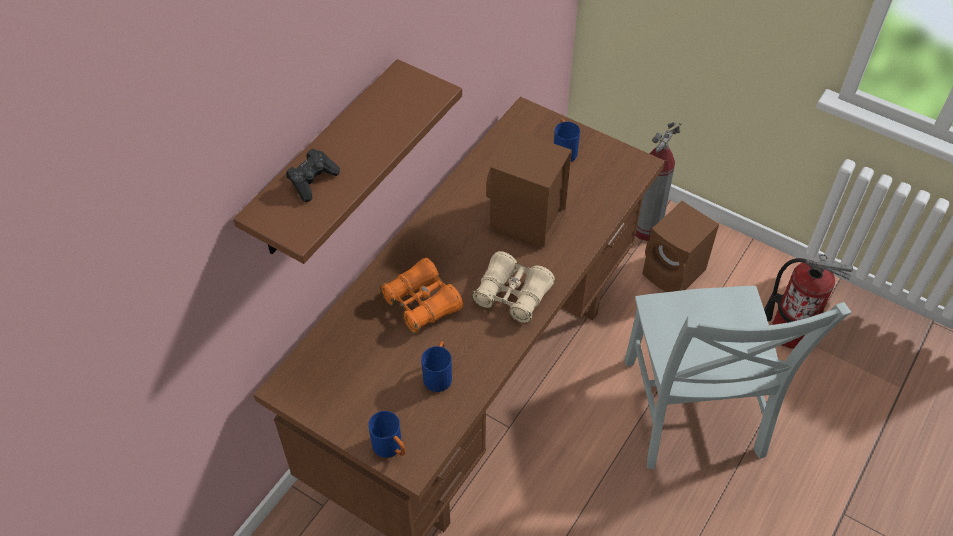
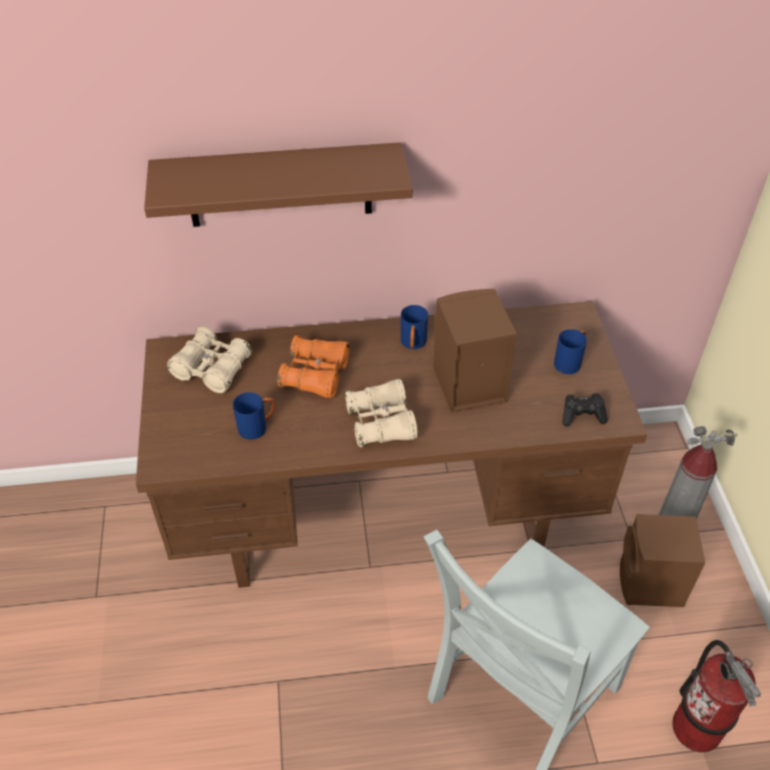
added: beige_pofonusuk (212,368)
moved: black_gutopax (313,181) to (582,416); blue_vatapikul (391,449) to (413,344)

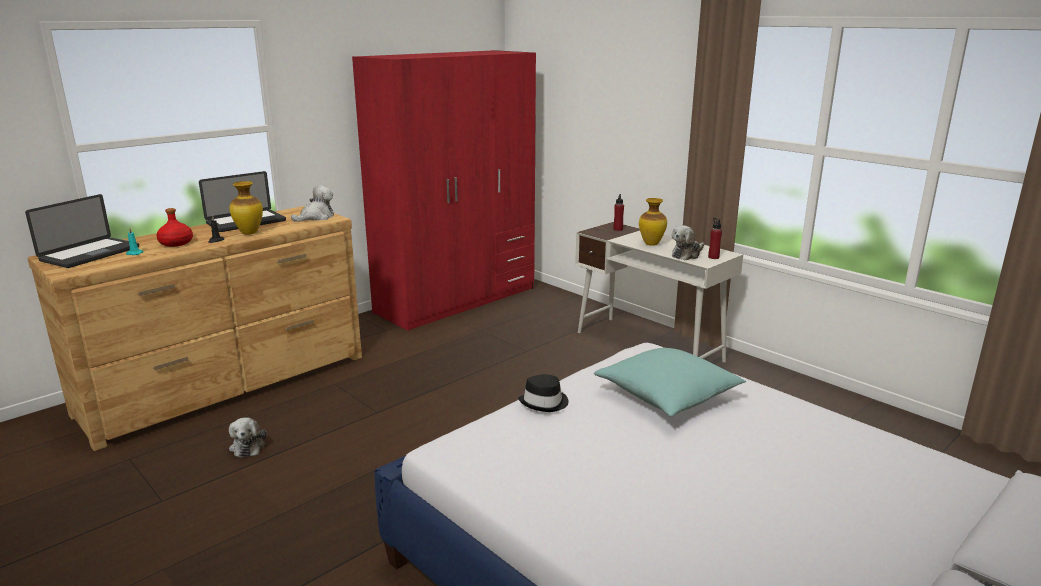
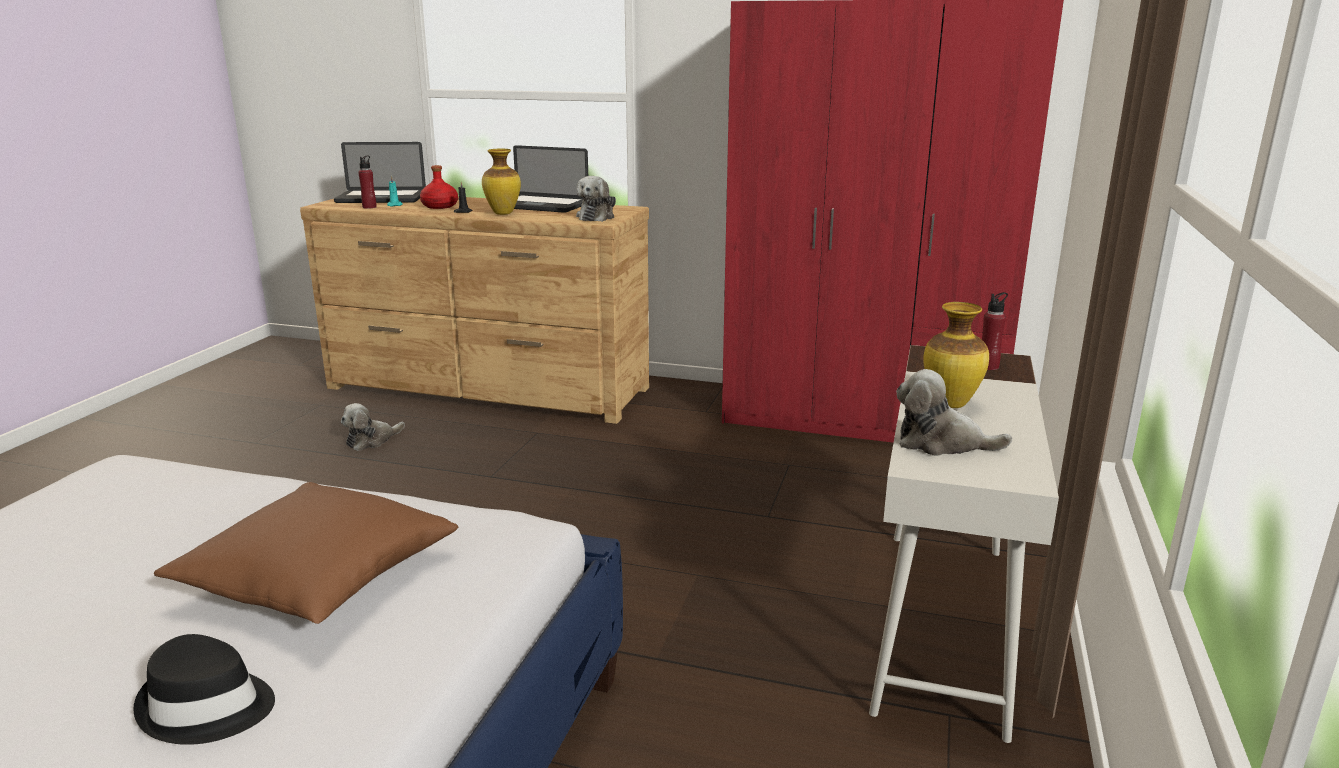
moved: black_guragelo (544,402) to (206,708); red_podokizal (713,257) to (369,207)
recoloured: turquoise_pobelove (667,396) to brown_pobelove (318,579)
turned: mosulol (316,217) = (596,217) 90 degrees clockwise

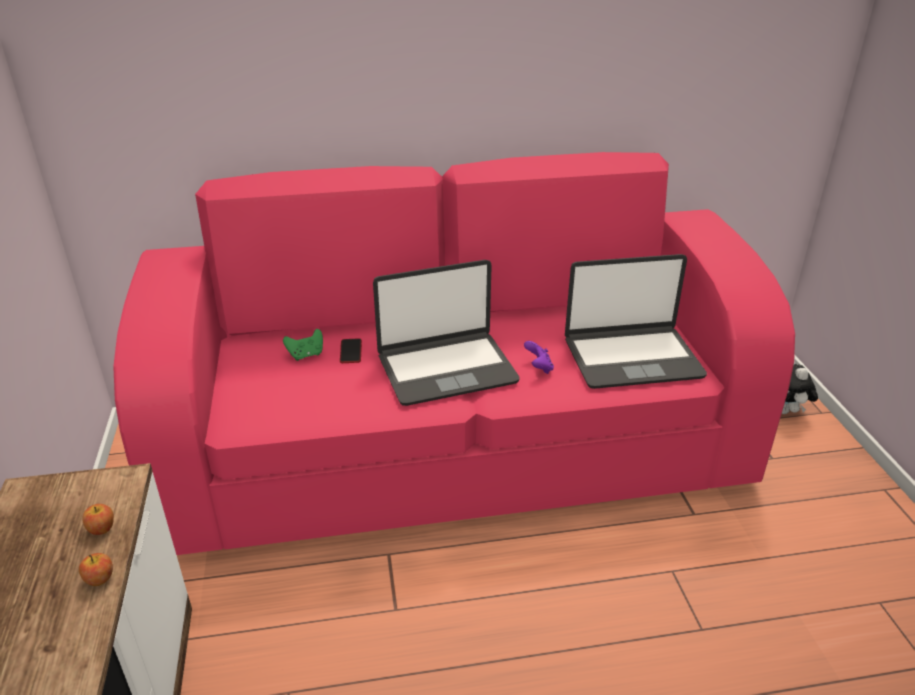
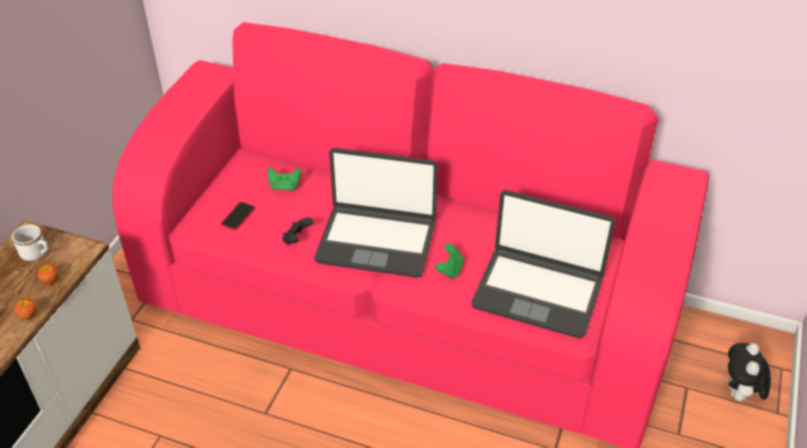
added: white_vatapikul (37,254); black_gutopax (297,239)
moved: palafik (350,351) to (238,216)
recoloured: purple_gutopax (538,368) to green_gutopax (450,270)

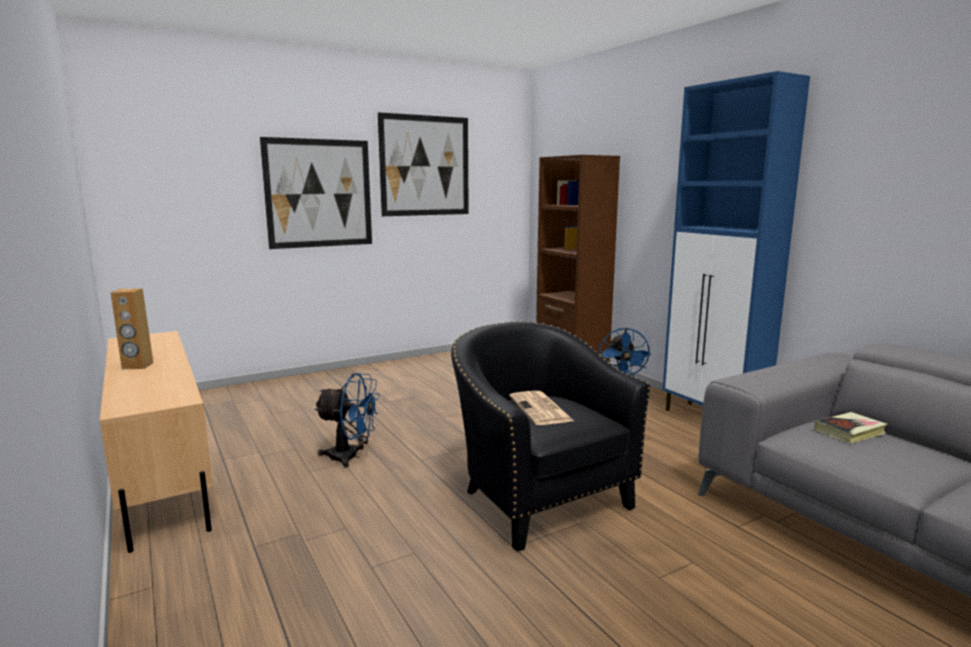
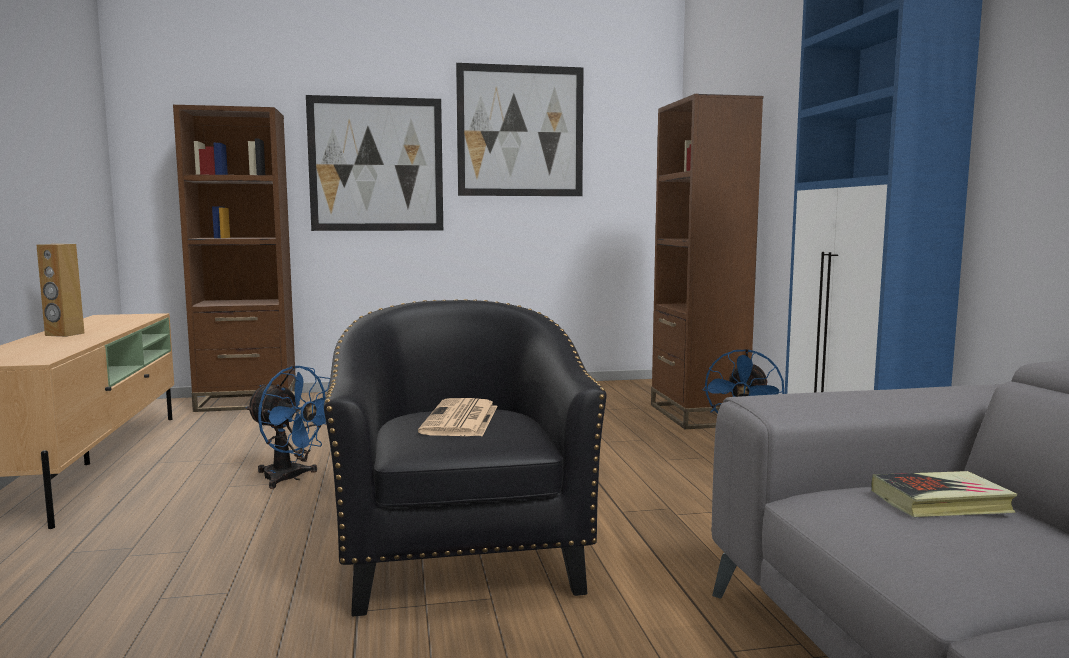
added: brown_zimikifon (247,402)

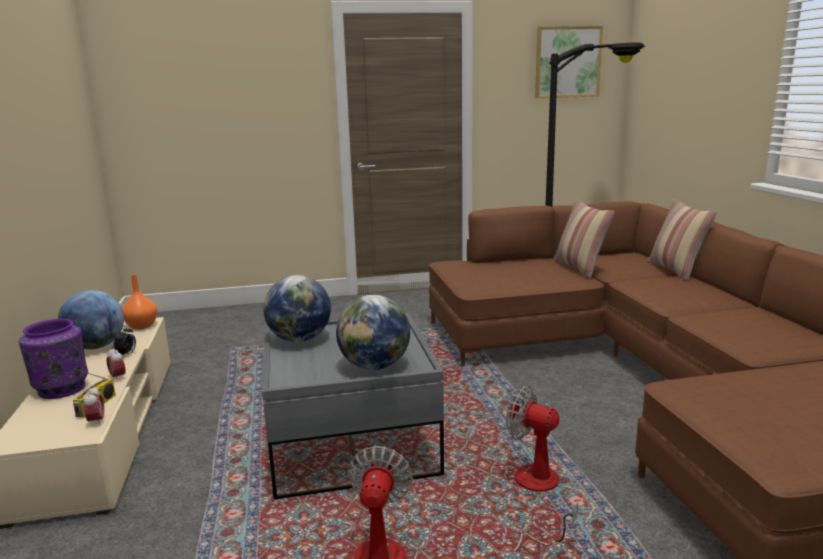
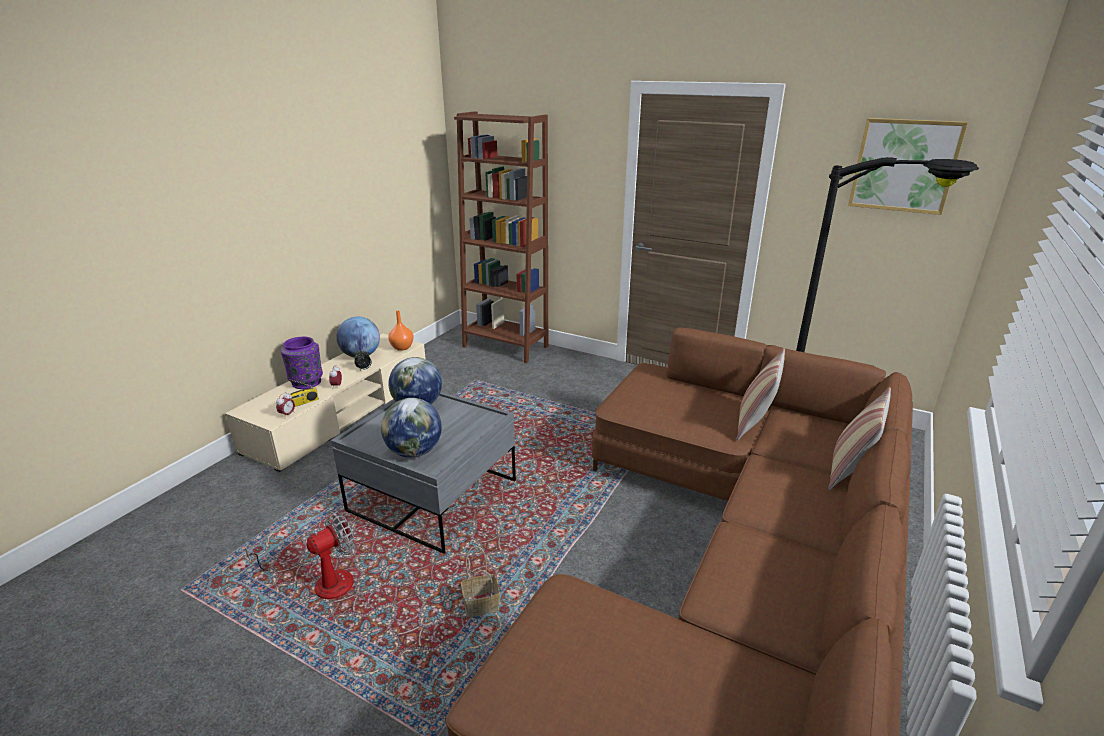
added: brown_zimikifon (505,346)
replaced: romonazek (541,490) to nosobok (480,606)

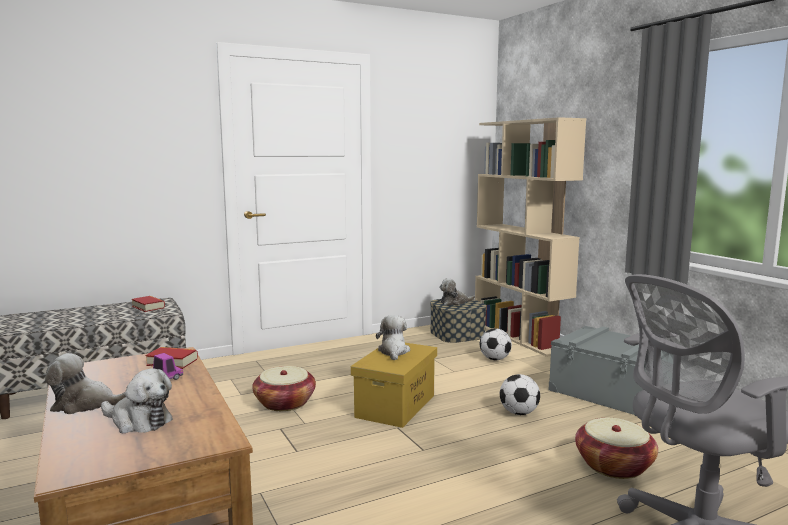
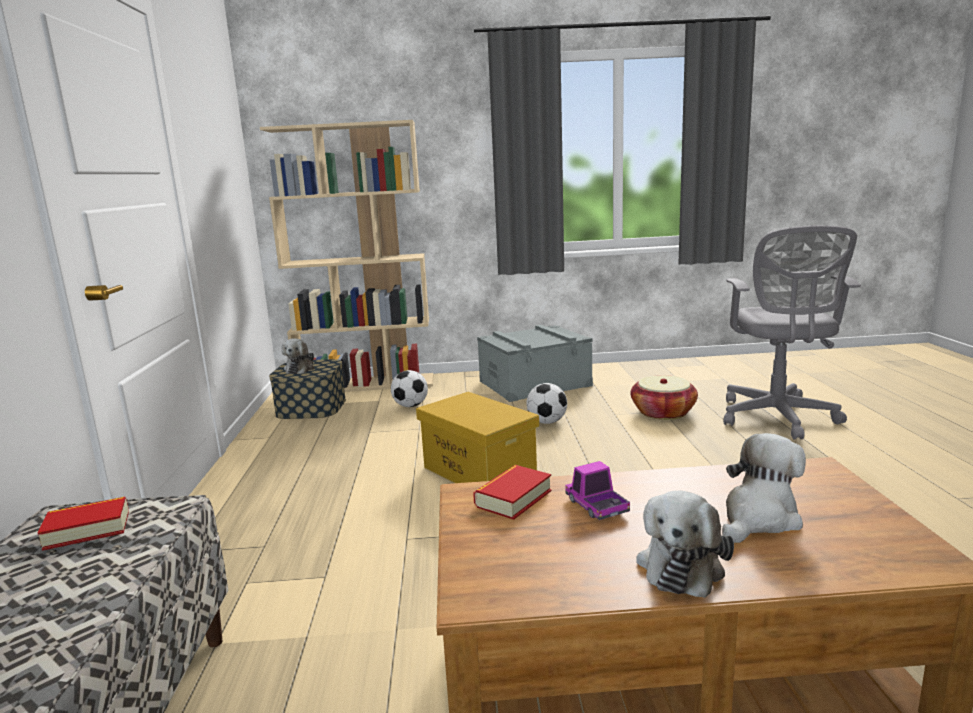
removed: nosobok (285,403); mosulol (393,351)

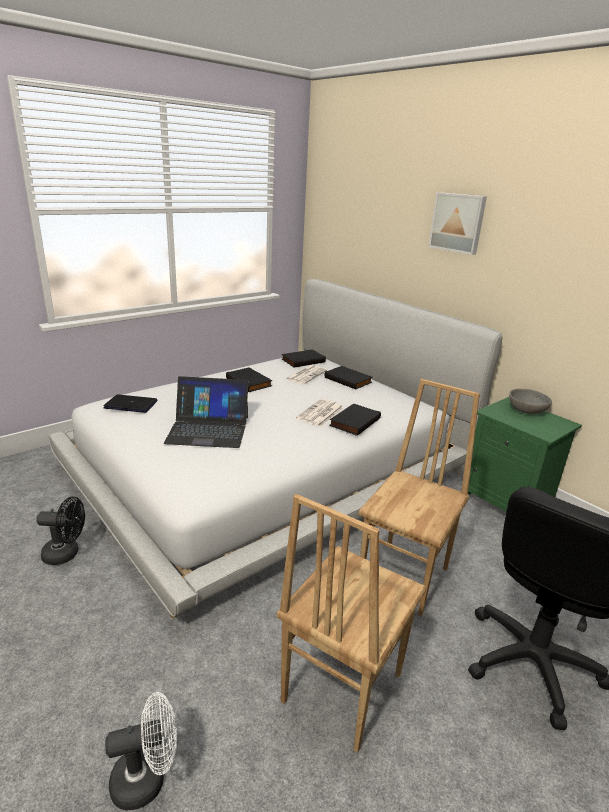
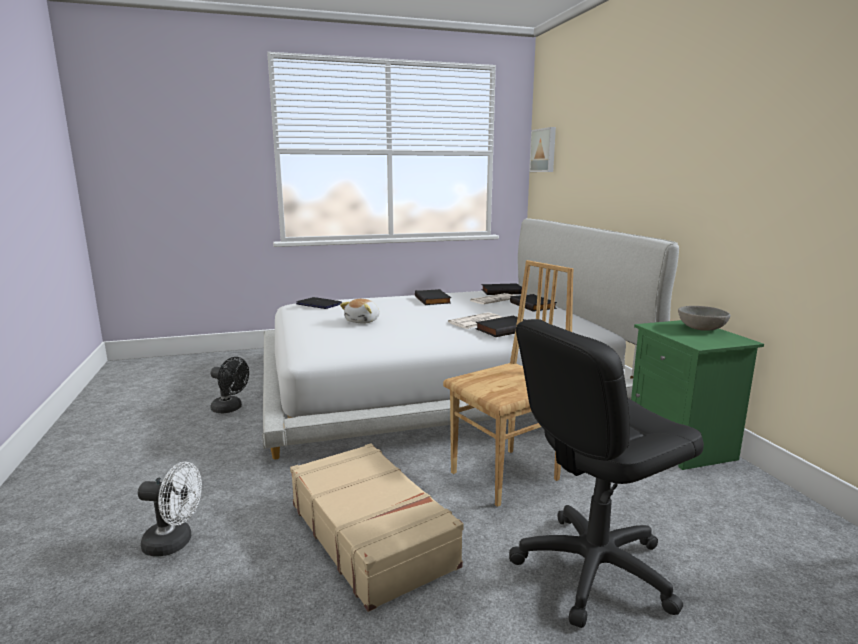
moved: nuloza (458,223) to (544,150)
replaced: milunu (208,429) to mosulol (363,321); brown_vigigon (340,687) to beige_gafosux (371,533)

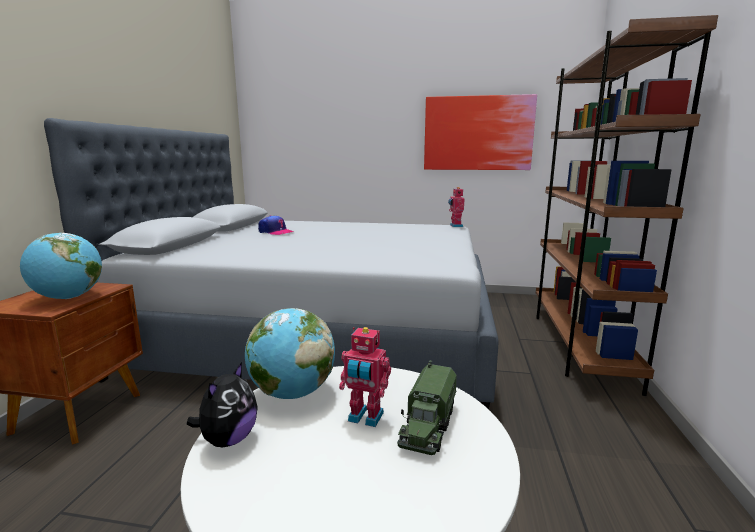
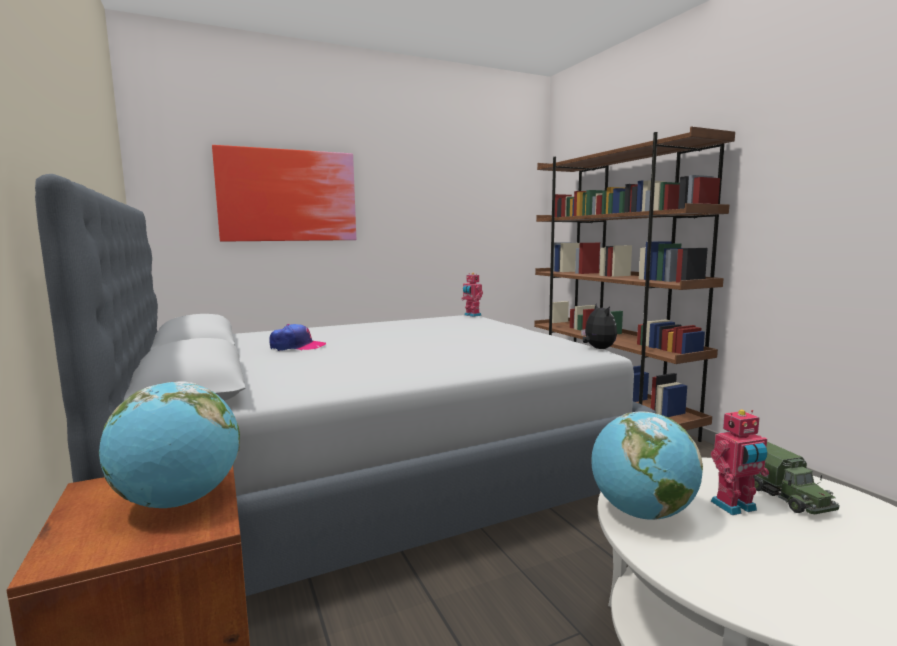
moved: mosulol (228,439) to (597,349); nuloza (478,133) to (288,196)

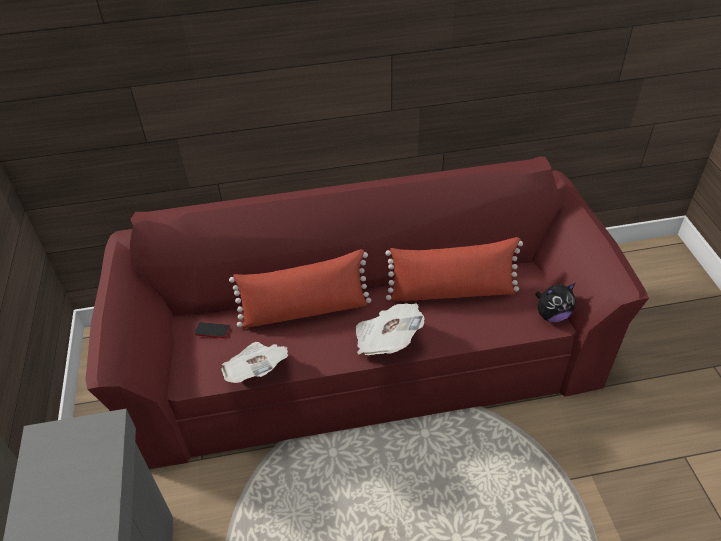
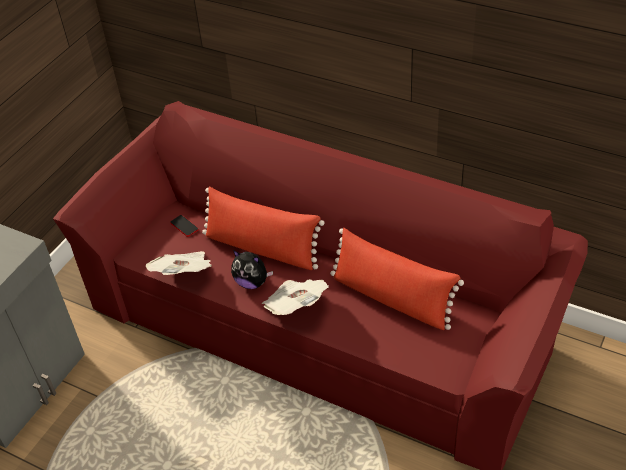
moved: mosulol (552,315) to (252,282)

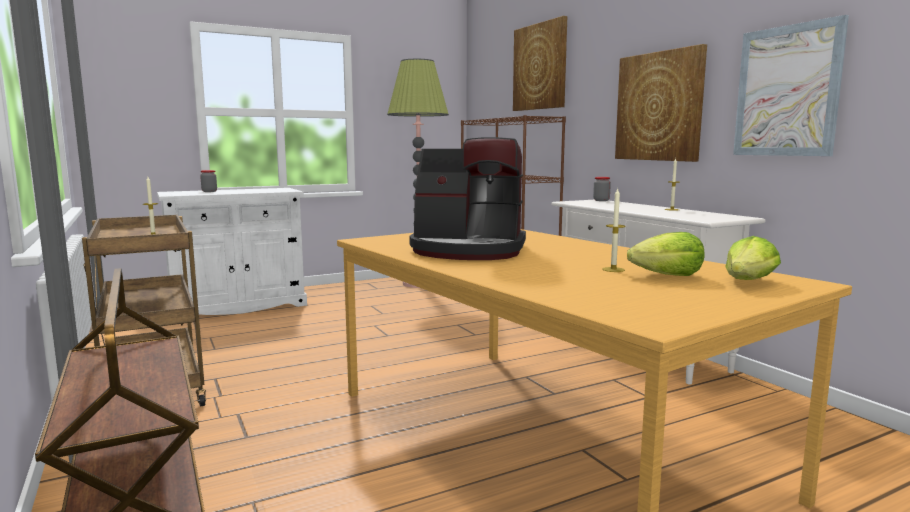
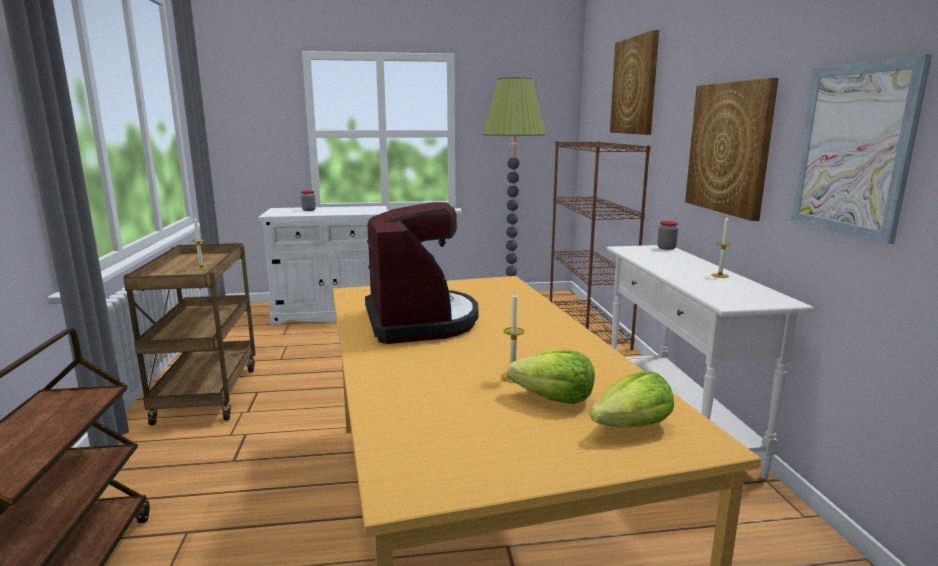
turned: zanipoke (468,250) = (420,321) 135 degrees counterclockwise

